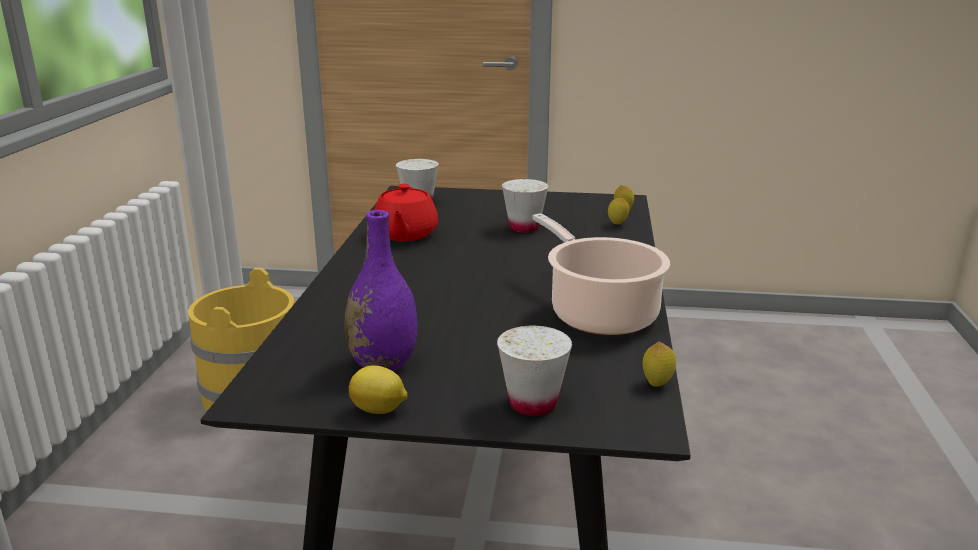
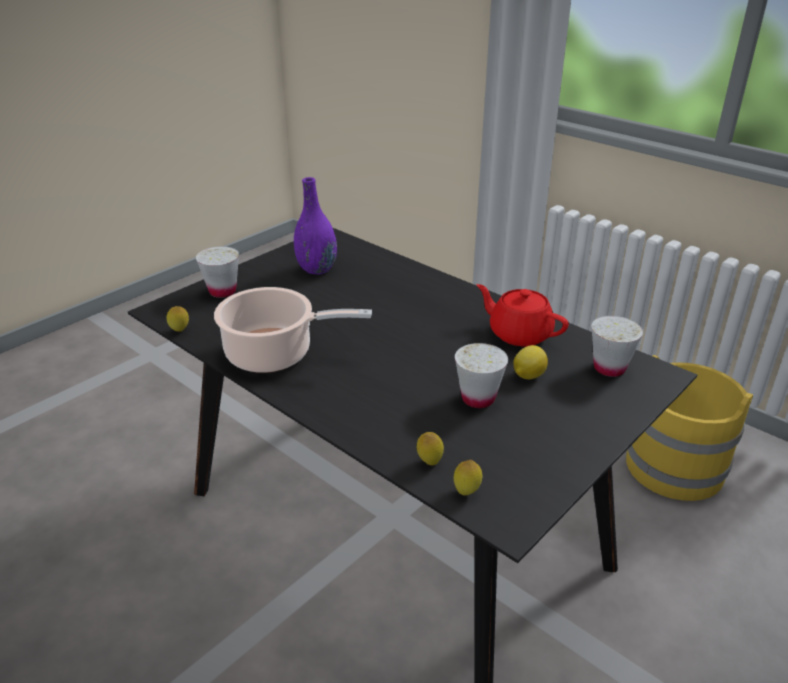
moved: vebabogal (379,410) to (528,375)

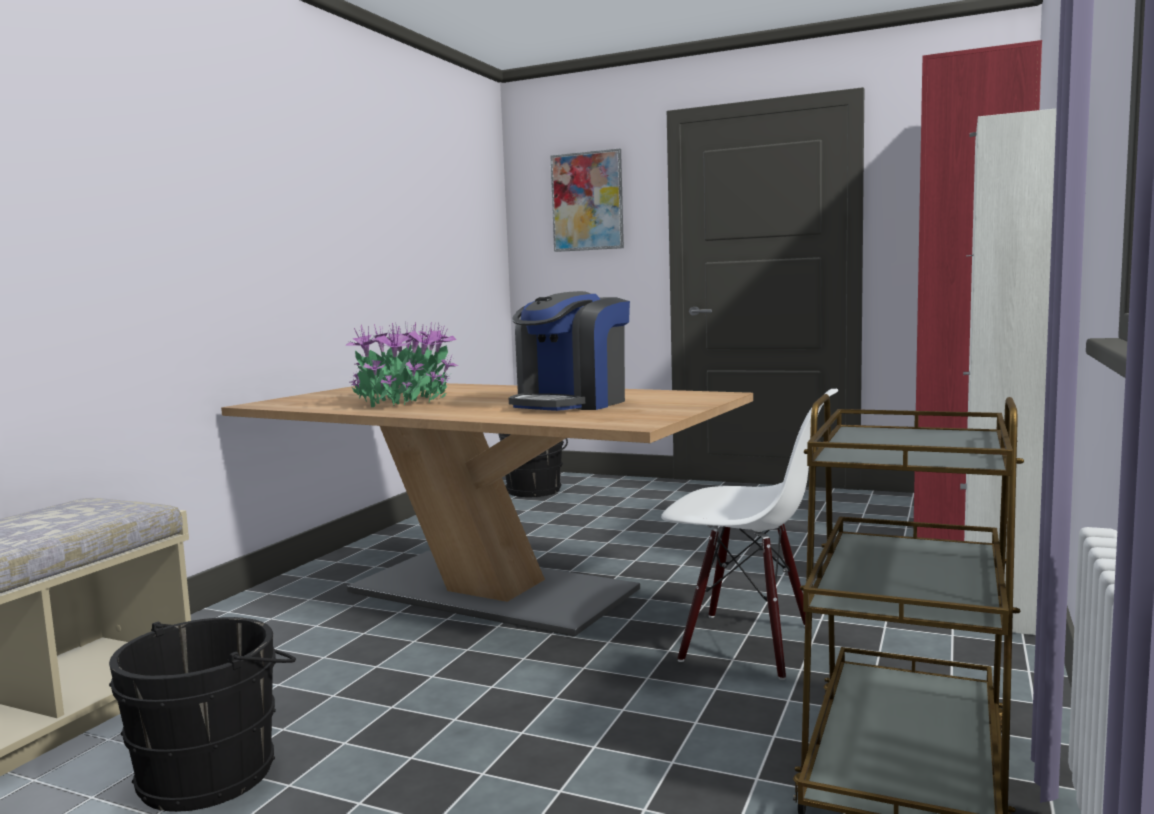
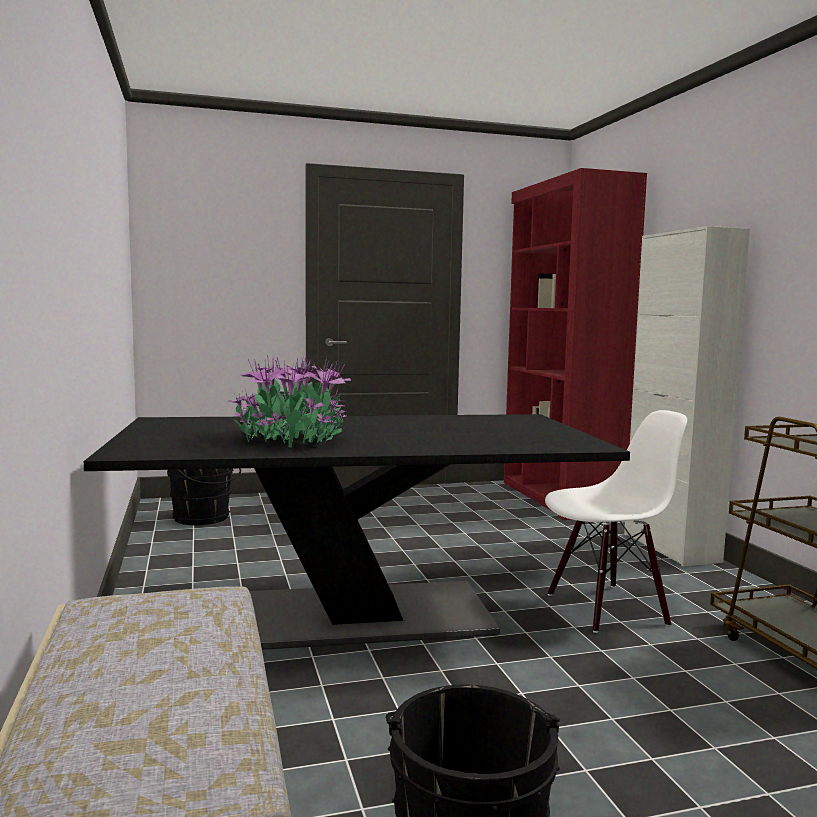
removed: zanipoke (571,404); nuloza (587,201)
recoloured: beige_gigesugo (492,592) to black_gigesugo (358,616)

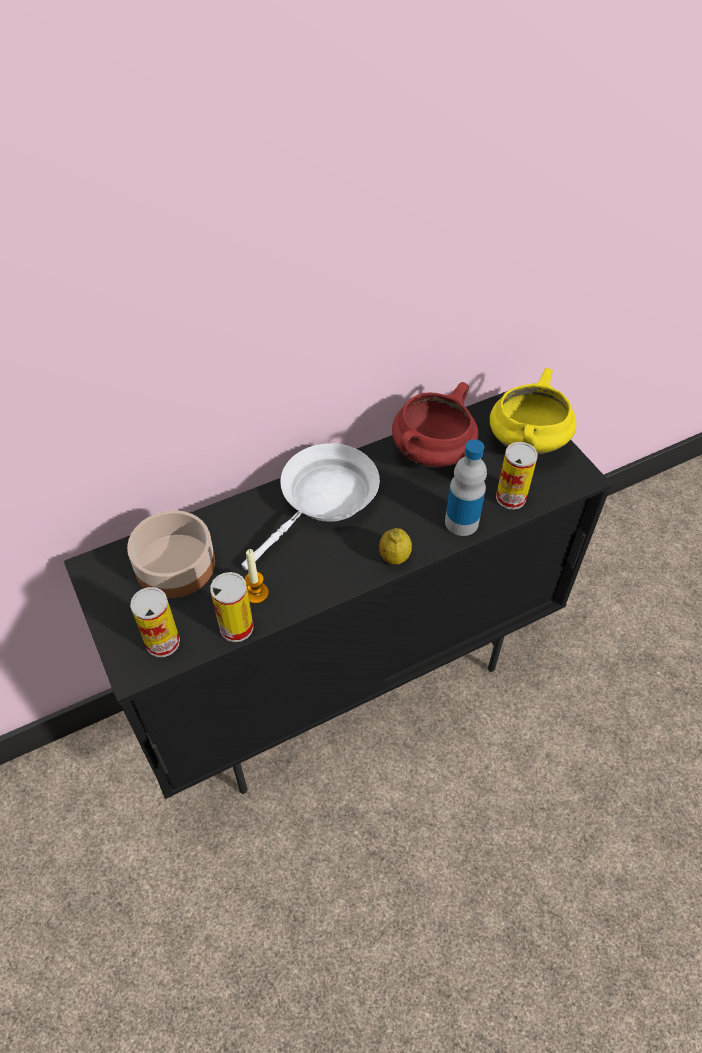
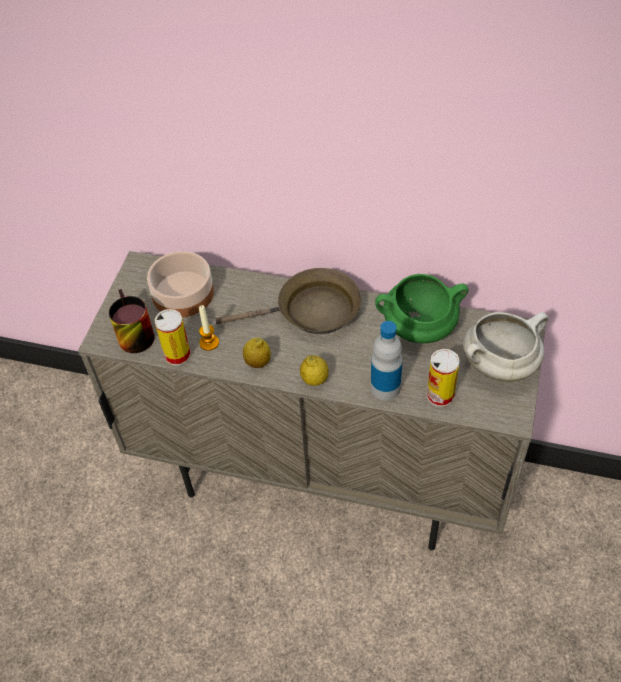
added: vebabogal (258,362)
replaced: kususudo (162,642) to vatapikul (131,334)
recoloured: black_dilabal (348,682) to beige_dilabal (321,478); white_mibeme (324,500) to brown_mibeme (311,312); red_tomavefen (432,454) to green_tomavefen (418,328); yellow_tomavefen (526,441) to white_tomavefen (500,364)

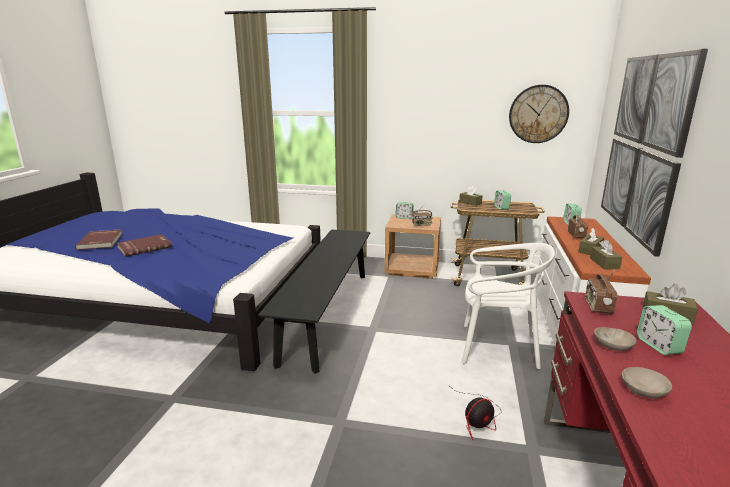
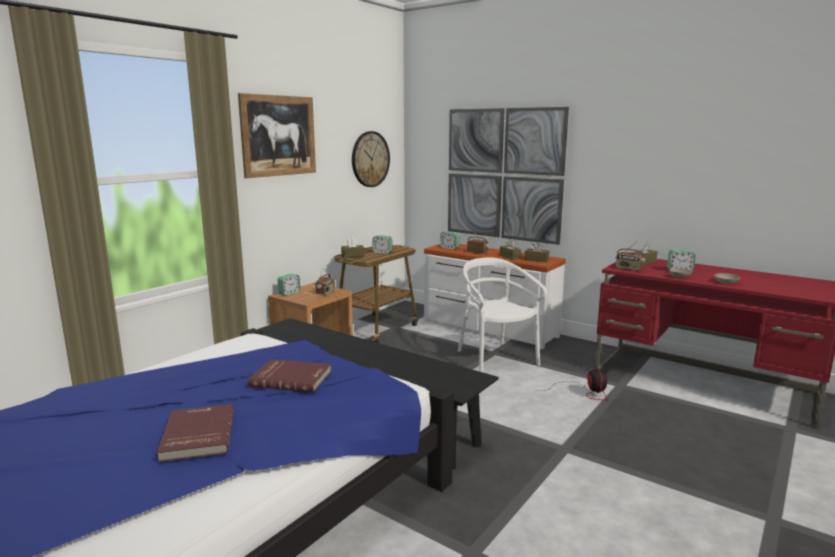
added: nuloza (278,136)
moved: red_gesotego (101,241) to (291,378)
turned: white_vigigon (497,347) = (495,359) 60 degrees counterclockwise

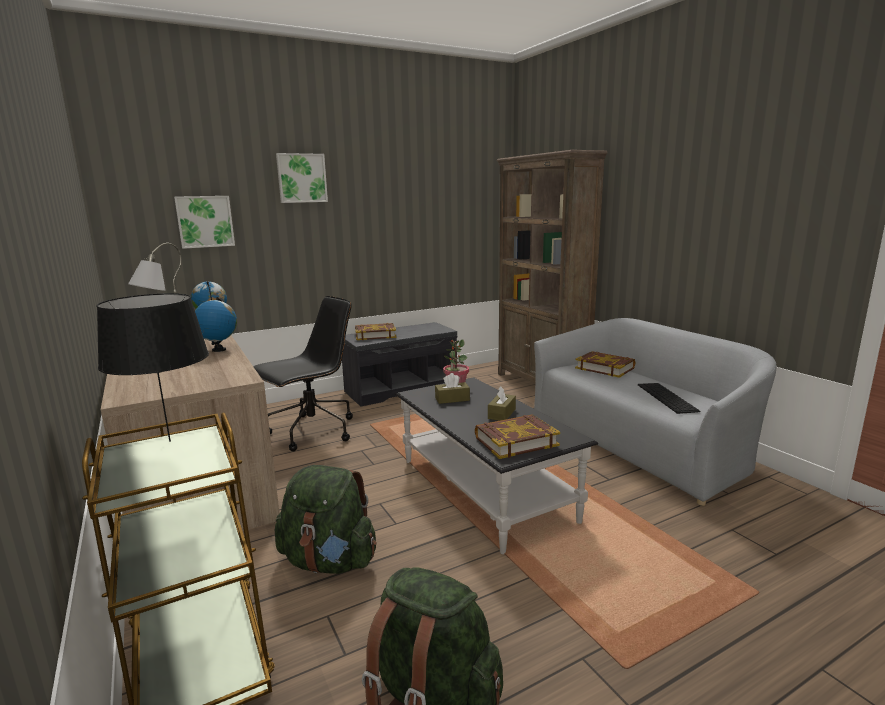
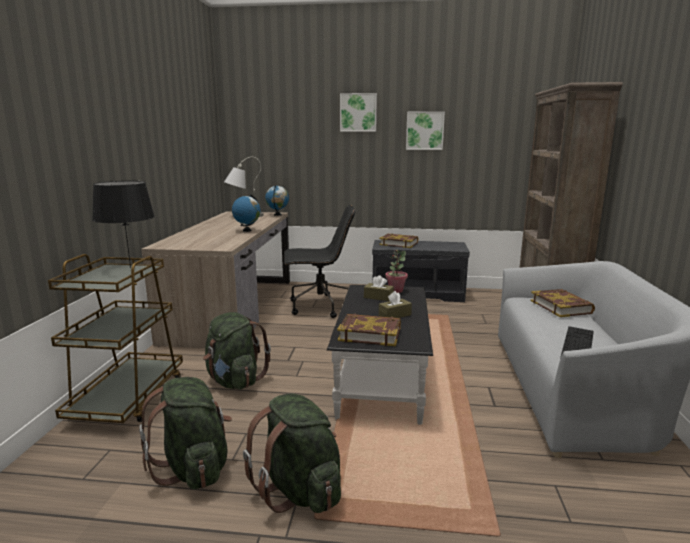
added: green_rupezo (299,490)
moved: nuloza (205,221) to (424,130)

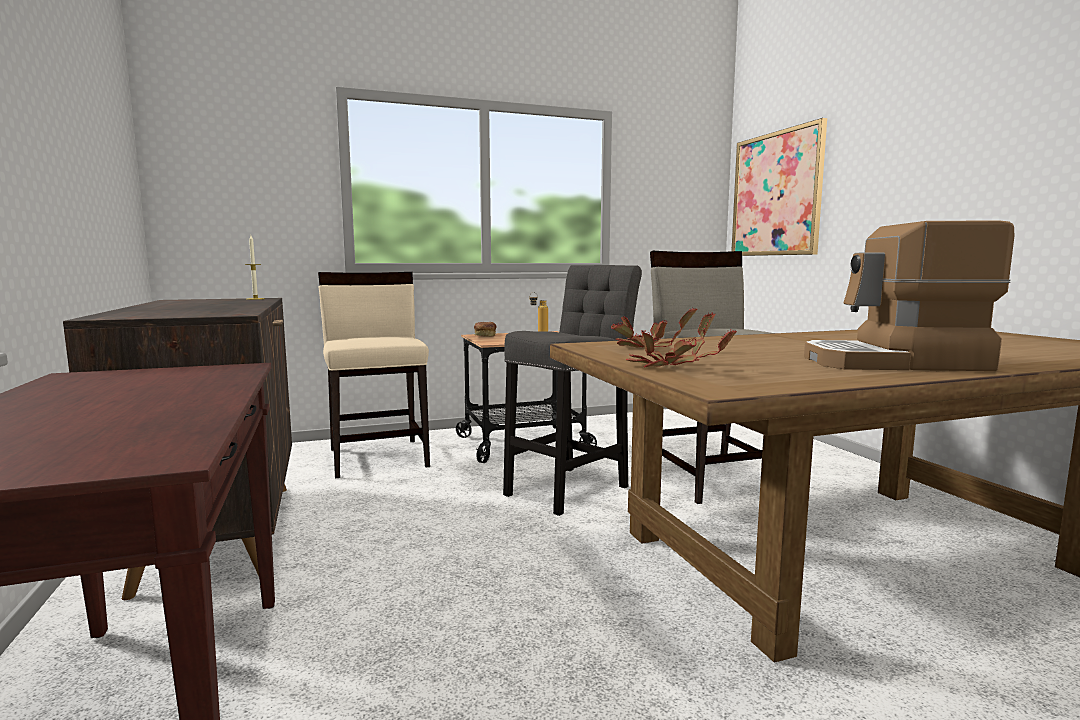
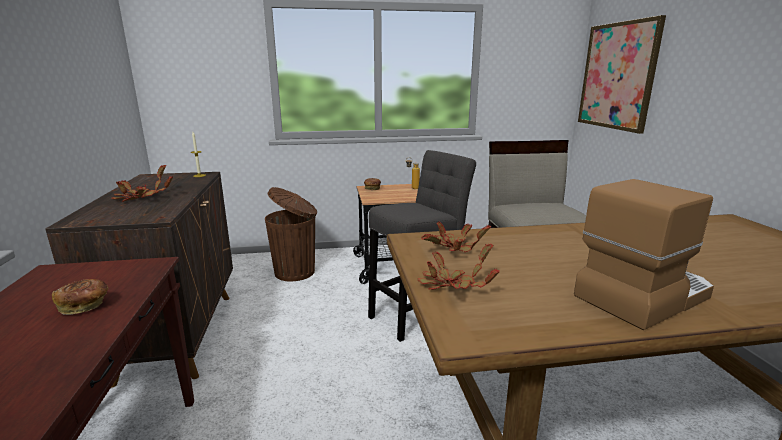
added: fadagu (85,306); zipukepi (140,198)
replaced: beige_vigigon (379,457) to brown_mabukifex (296,272)
turned: zanipoke (894,363) = (641,295) 135 degrees clockwise

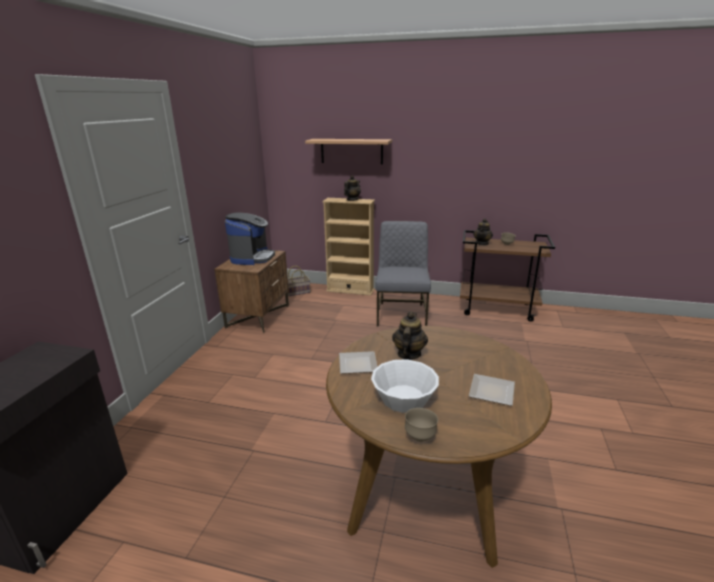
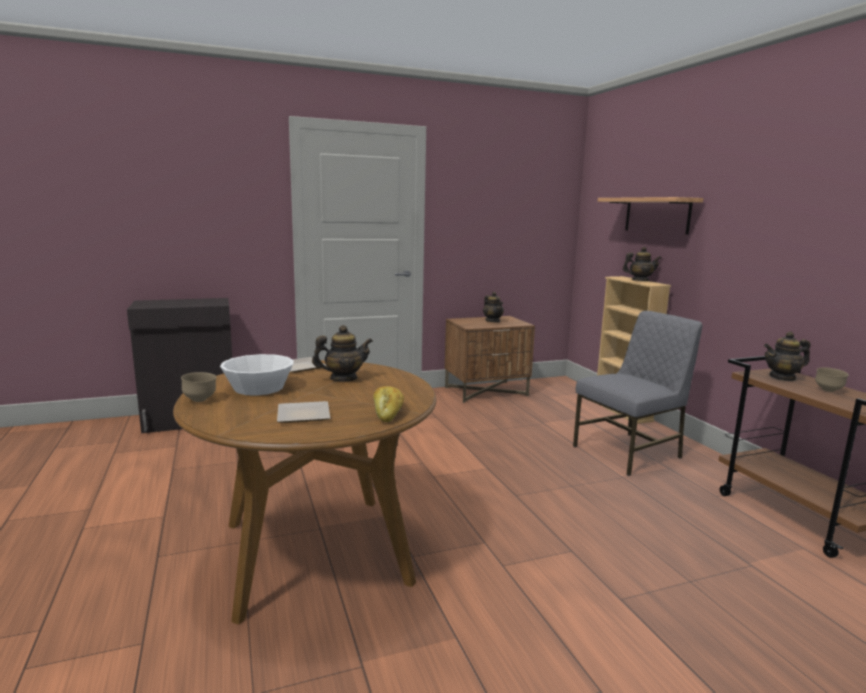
removed: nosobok (298,292)
added: fadagu (388,412)
replaced: zanipoke (252,258) to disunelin (492,321)

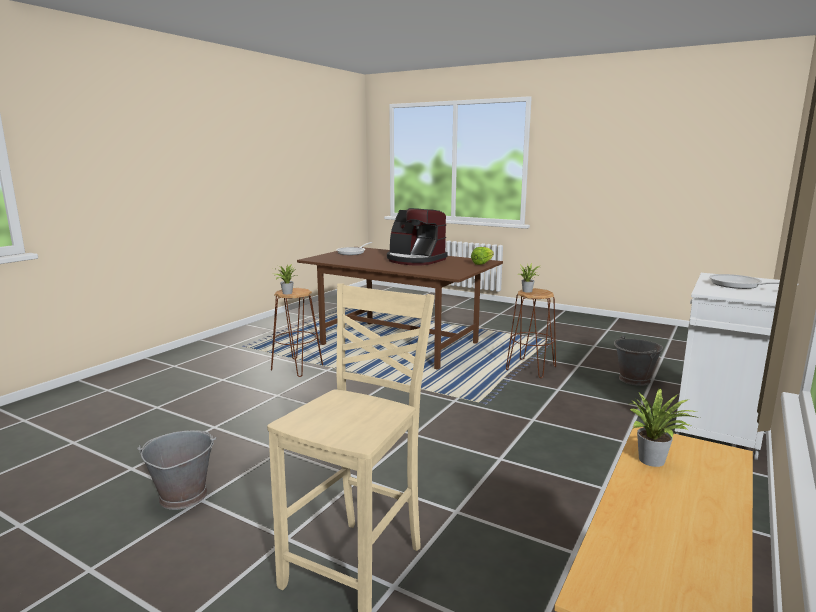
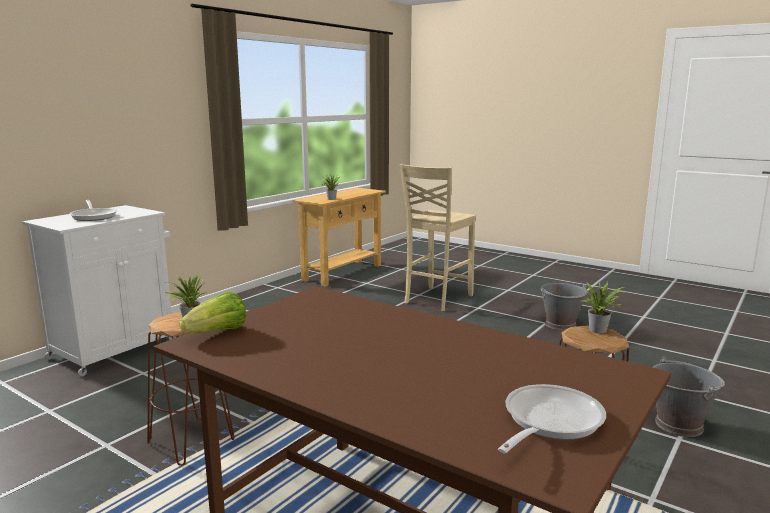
removed: zanipoke (415,260)
moved: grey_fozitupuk (634,380) to (678,424)

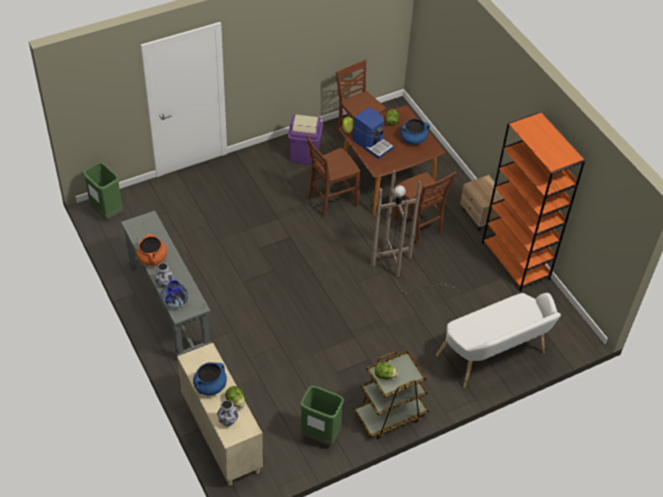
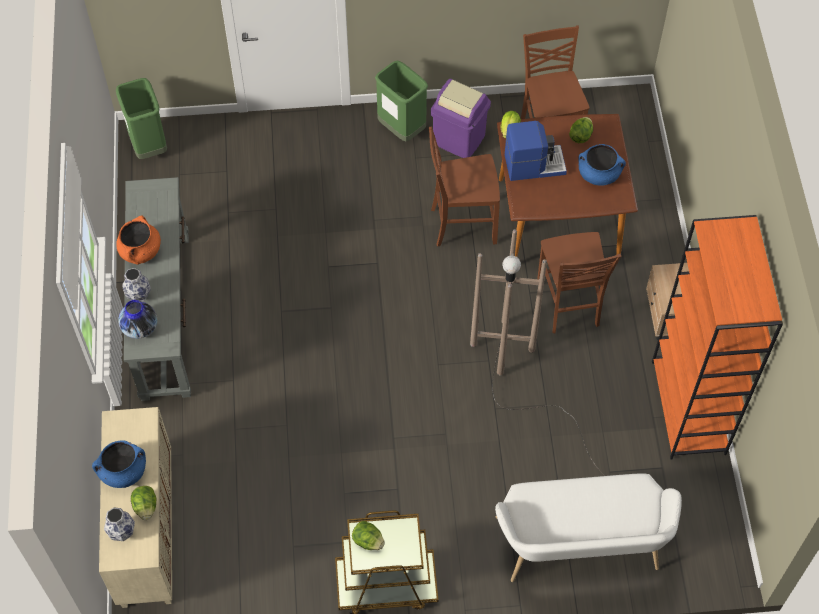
moved: green_mabukifex (319,435) to (401,129)
turned: zanipoke (372,144) = (534,164) 75 degrees counterclockwise

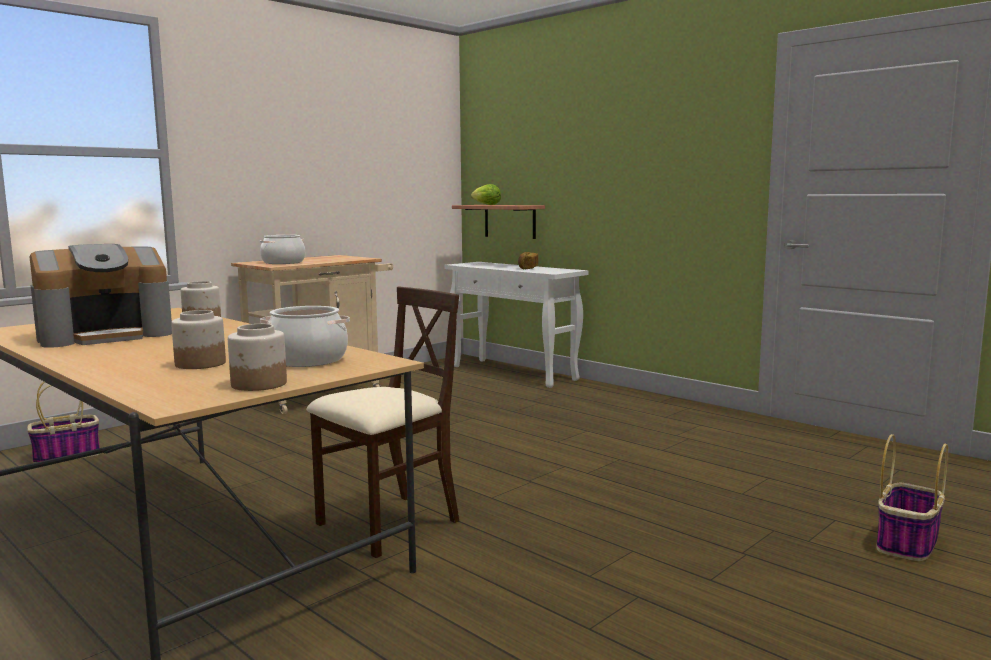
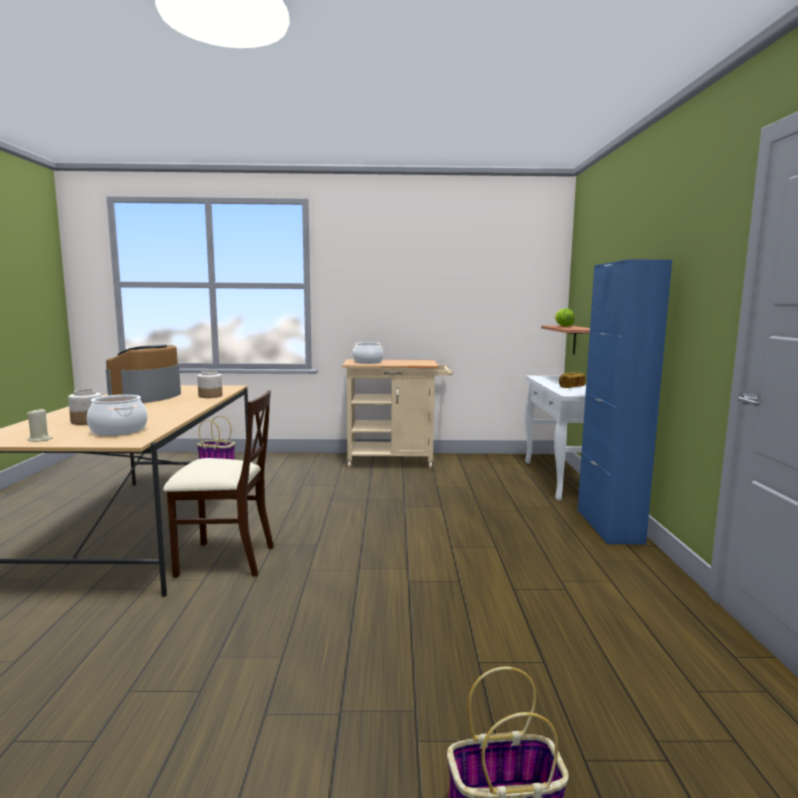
added: blue_dilabal (609,526)
replaced: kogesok (259,384) to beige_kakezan (40,440)
turned: zanipoke (106,335) = (147,397) 90 degrees clockwise

